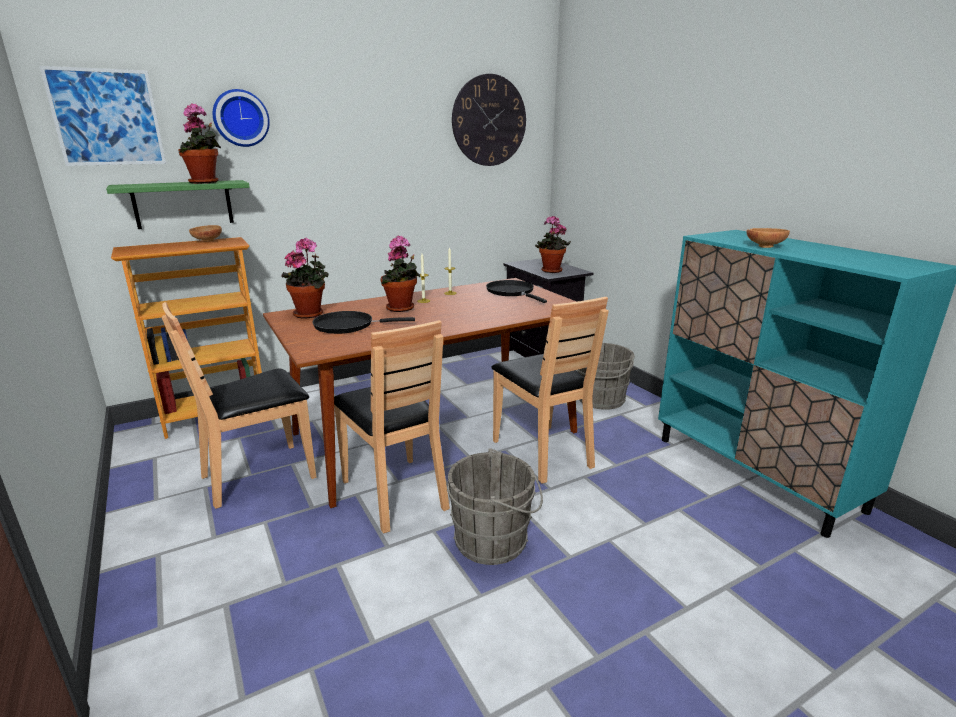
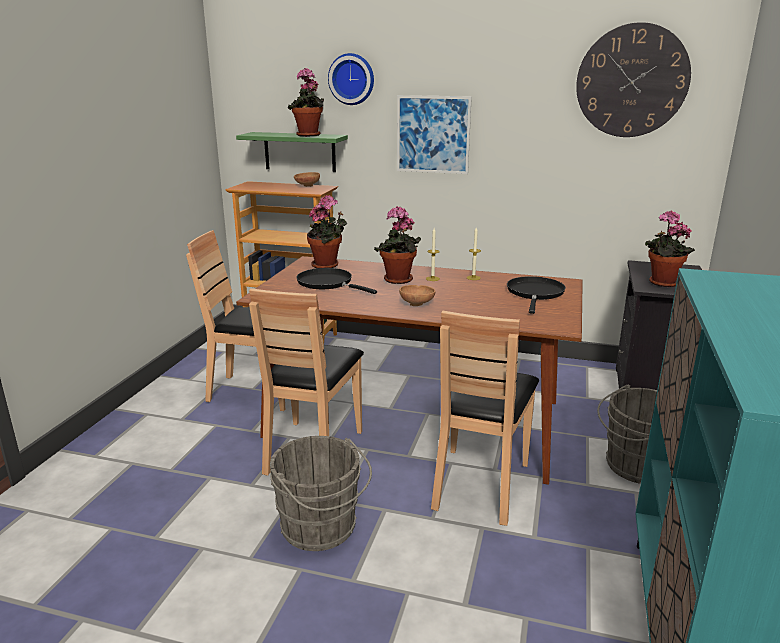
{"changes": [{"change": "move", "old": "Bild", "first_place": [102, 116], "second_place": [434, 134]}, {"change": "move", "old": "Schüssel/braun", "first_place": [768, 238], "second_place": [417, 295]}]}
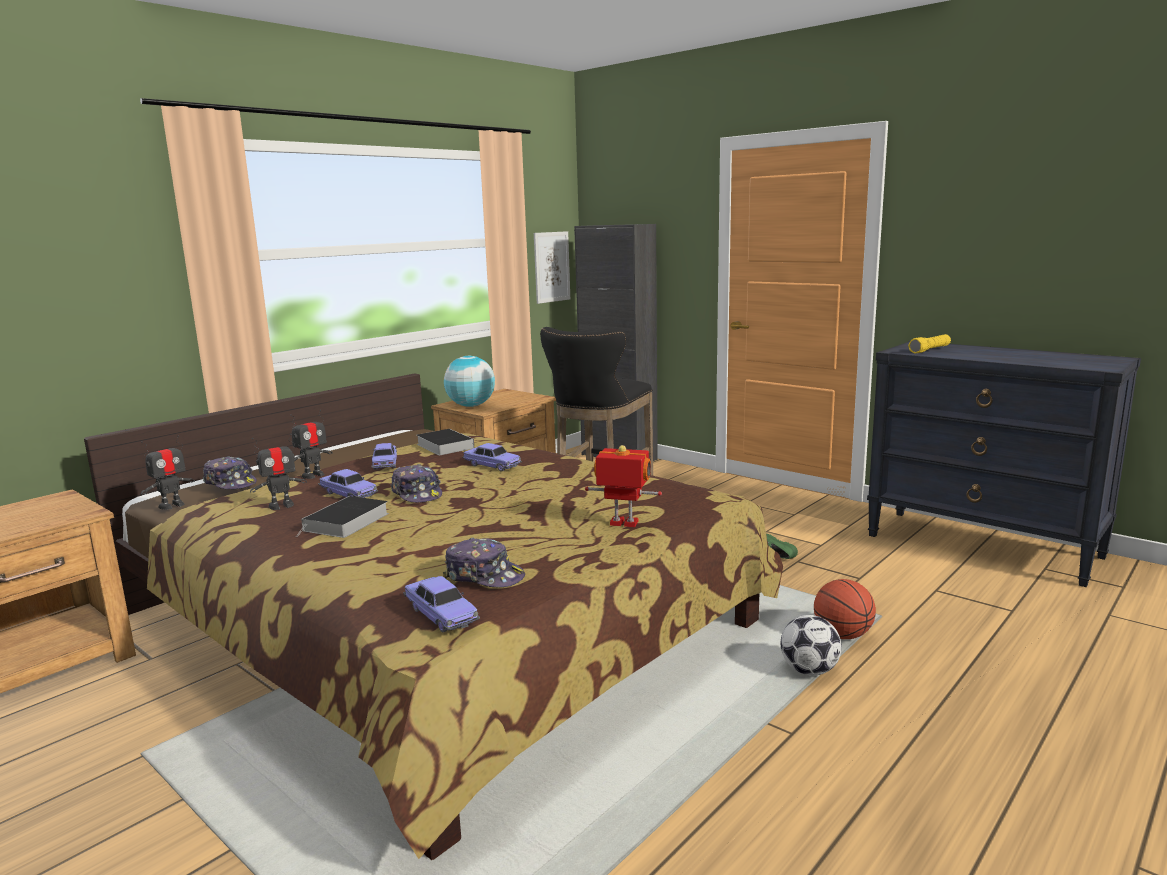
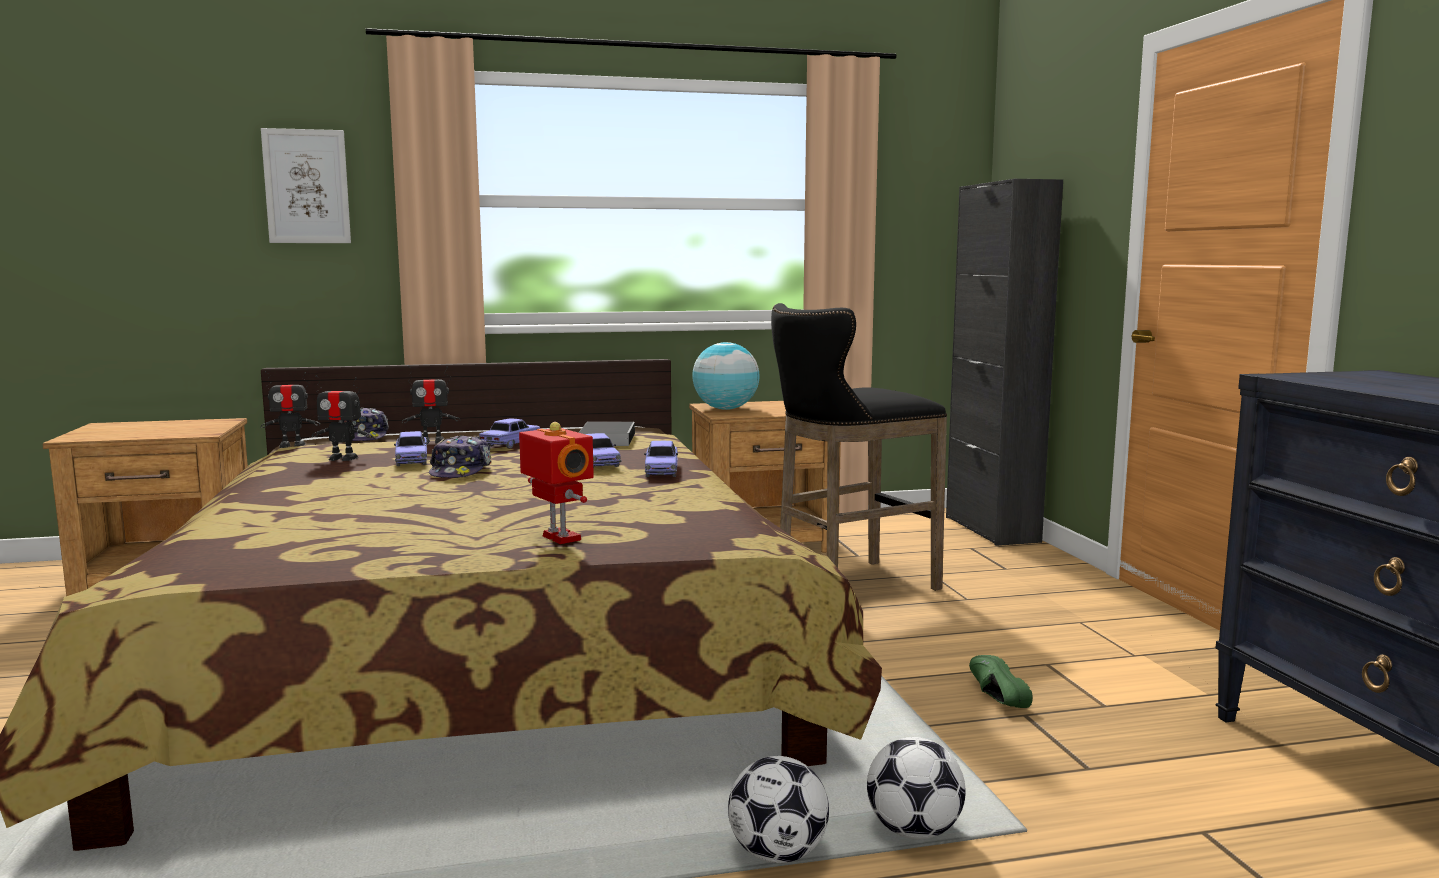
{"changes": [{"change": "move", "old": "Bild", "first_place": [552, 267], "second_place": [306, 185]}, {"change": "move", "old": "Spielzeugauto", "first_place": [441, 604], "second_place": [661, 459]}, {"change": "replace", "old": "Basketball", "new": "Fußball", "first_place": [845, 609], "second_place": [916, 788]}, {"change": "delete", "old": "Buch", "first_place": [342, 517]}, {"change": "delete", "old": "Kappe", "first_place": [484, 562]}, {"change": "delete", "old": "Taschenlampe/gelb", "first_place": [929, 344]}]}
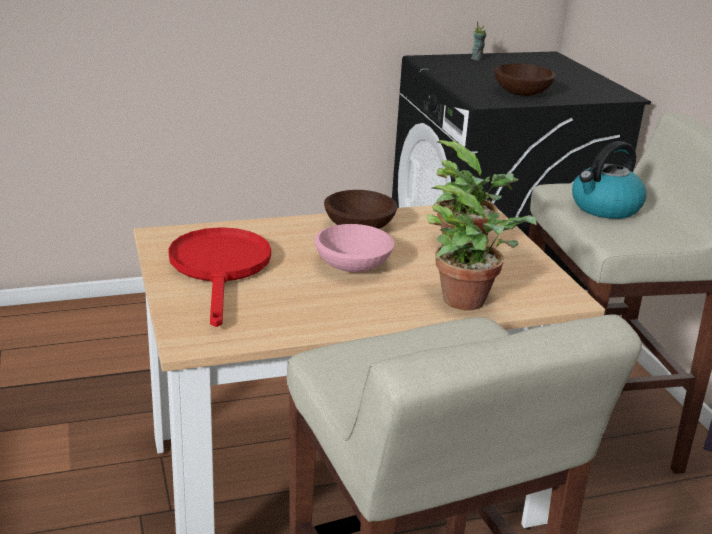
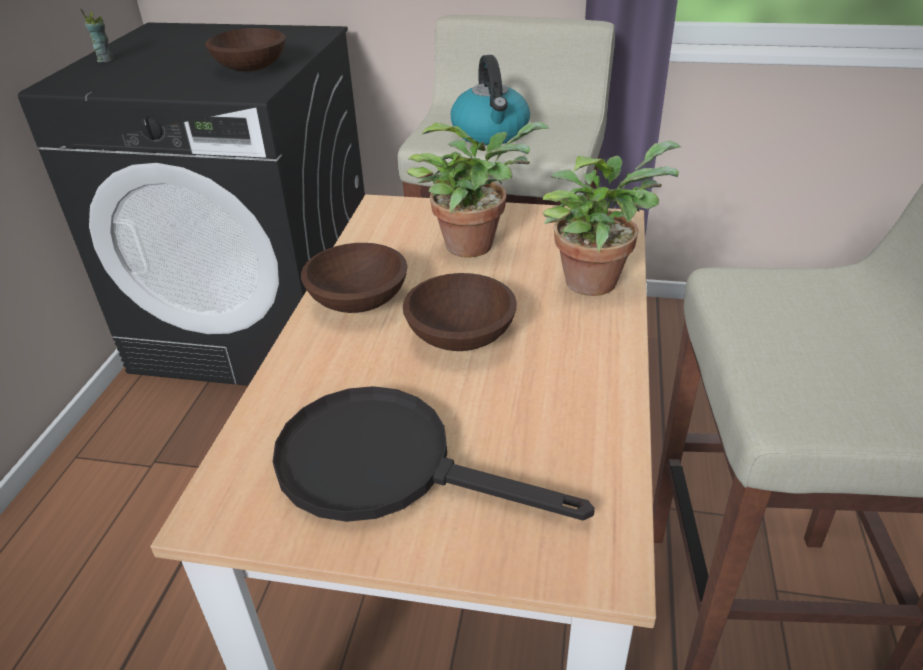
{"changes": [{"change": "recolor", "old": "Pfanne/rot", "new": "Pfanne/schwarz", "first_place": [219, 277], "second_place": [434, 454]}, {"change": "recolor", "old": "Schüssel/rosa", "new": "Schüssel/braun", "first_place": [355, 248], "second_place": [460, 312]}]}
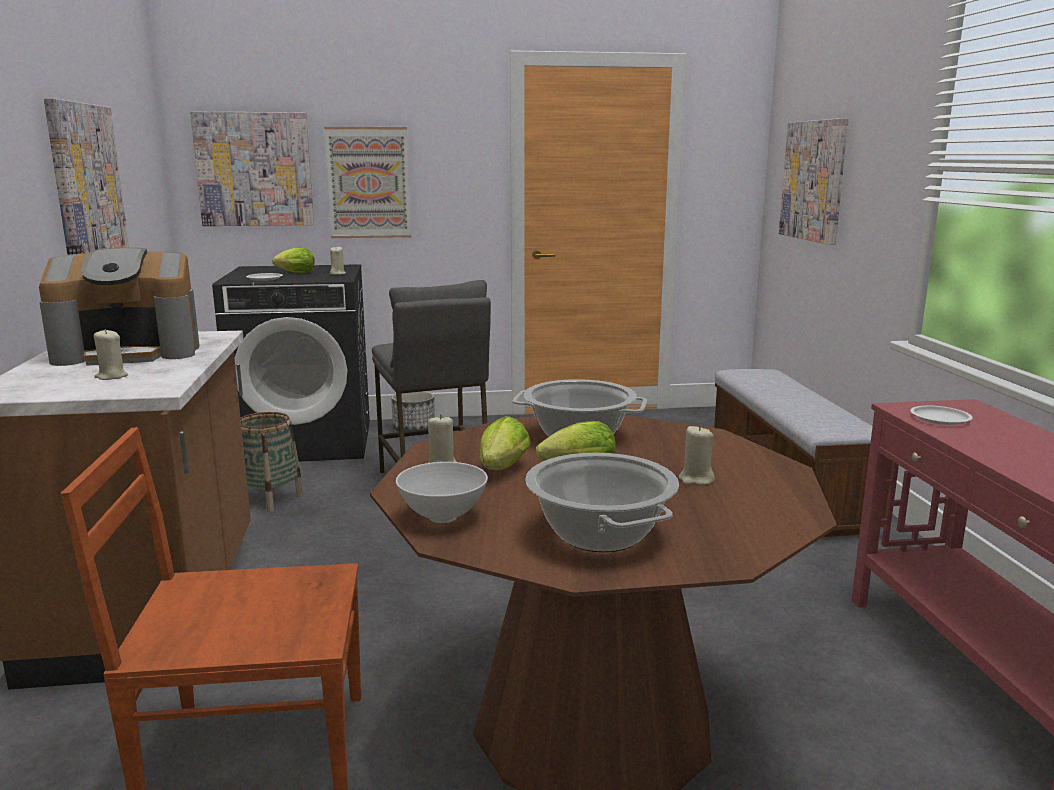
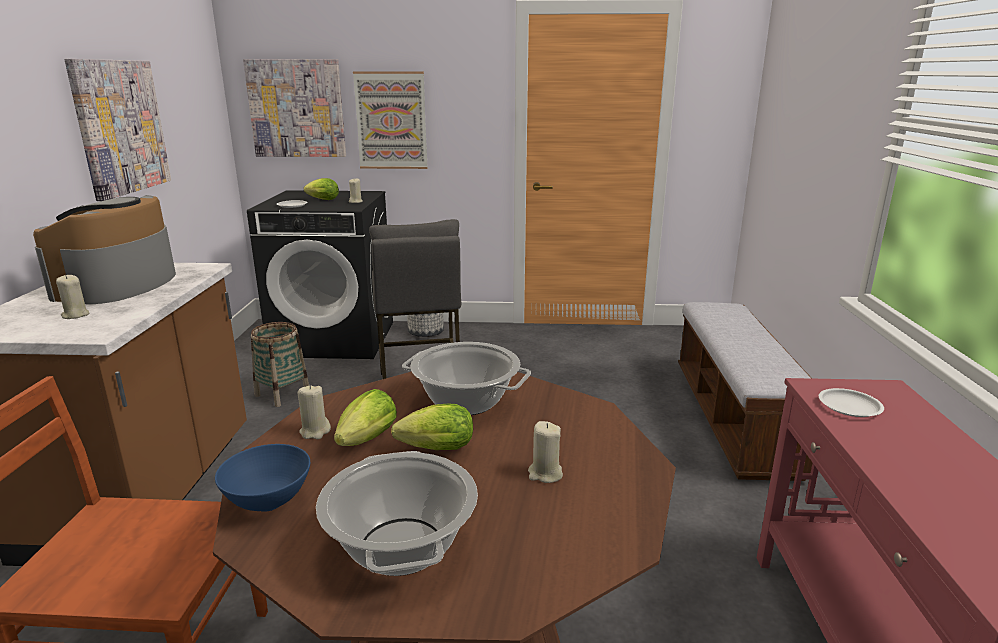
{"changes": [{"change": "rotate", "old": "Kaffeemaschine", "first_place": [119, 307], "second_place": [104, 249], "degrees": 105}, {"change": "recolor", "old": "Schüssel/weiß", "new": "Schüssel/blau", "first_place": [442, 492], "second_place": [262, 478]}, {"change": "delete", "old": "Bild", "first_place": [814, 181]}]}
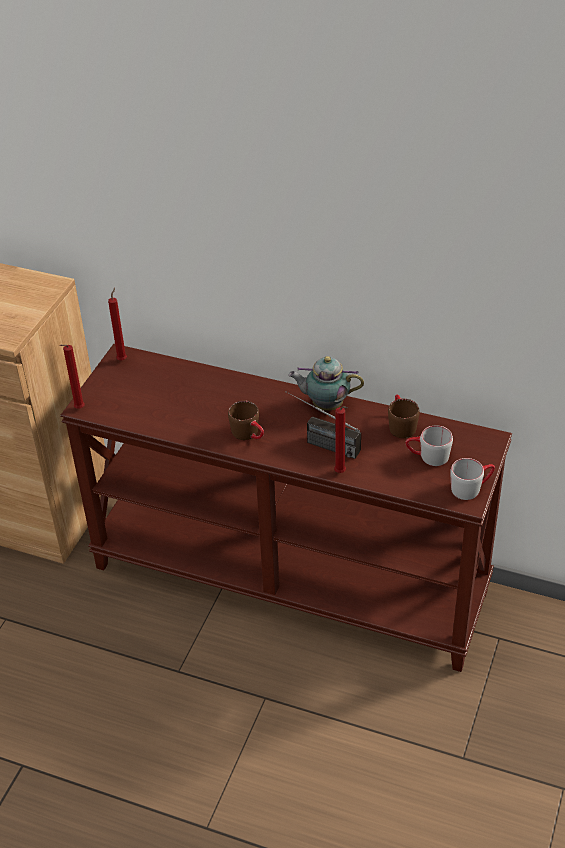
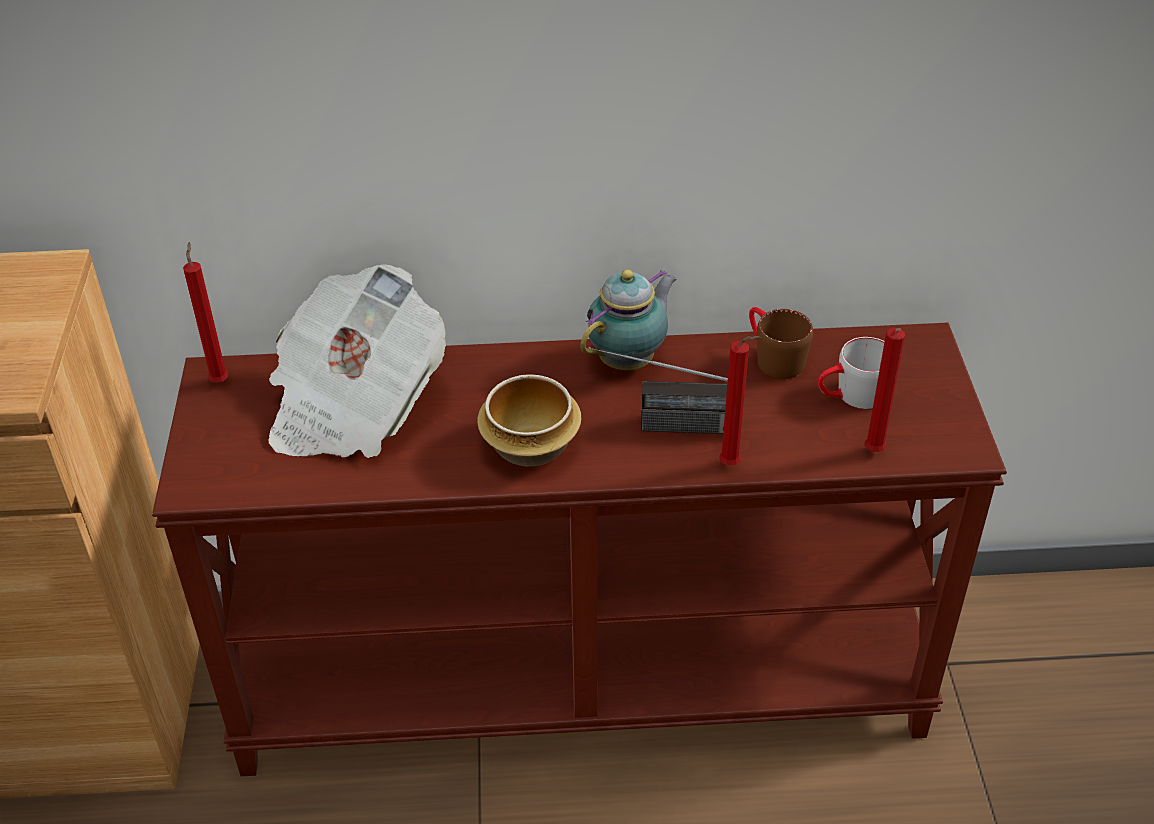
{"changes": [{"change": "insert", "new": "Zeitung", "second_place": [357, 361]}, {"change": "replace", "old": "Henkelbecher/braun", "new": "Schüssel", "first_place": [246, 420], "second_place": [529, 420]}, {"change": "rotate", "old": "Teekanne", "first_place": [326, 383], "second_place": [628, 319], "degrees": 150}, {"change": "move", "old": "Kerze/rot", "first_place": [72, 377], "second_place": [885, 390]}, {"change": "delete", "old": "Henkelbecher/grau", "first_place": [472, 479]}]}
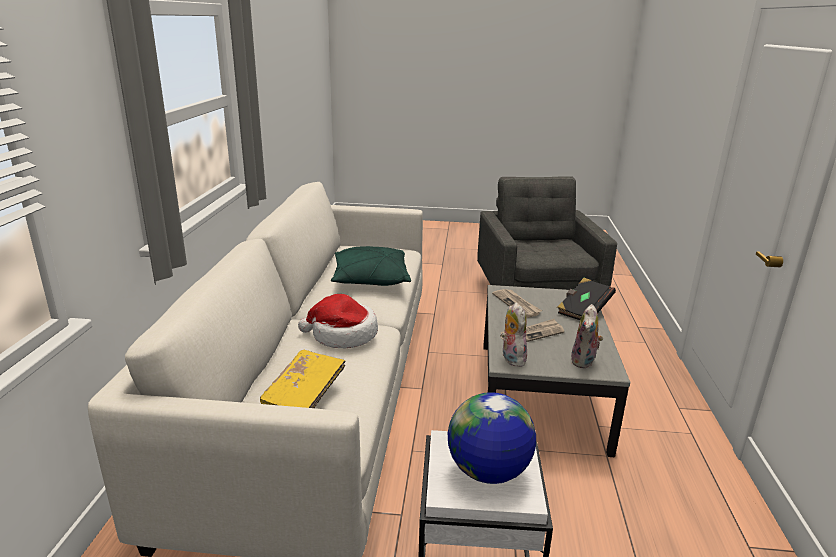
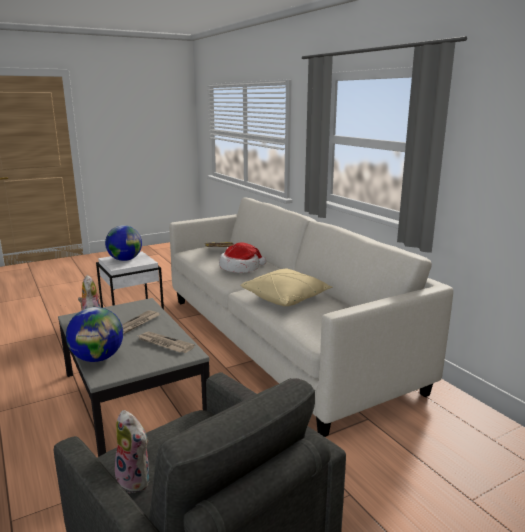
{"changes": [{"change": "replace", "old": "Buch/schwarz", "new": "Globus", "first_place": [586, 299], "second_place": [94, 334]}, {"change": "move", "old": "Plüschtier", "first_place": [514, 334], "second_place": [132, 452]}, {"change": "recolor", "old": "Kissen/grün", "new": "Kissen/beige", "first_place": [371, 266], "second_place": [286, 287]}]}
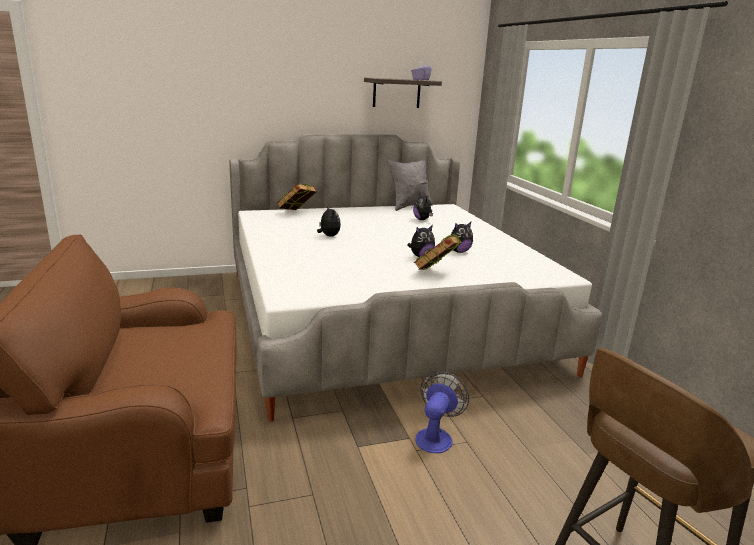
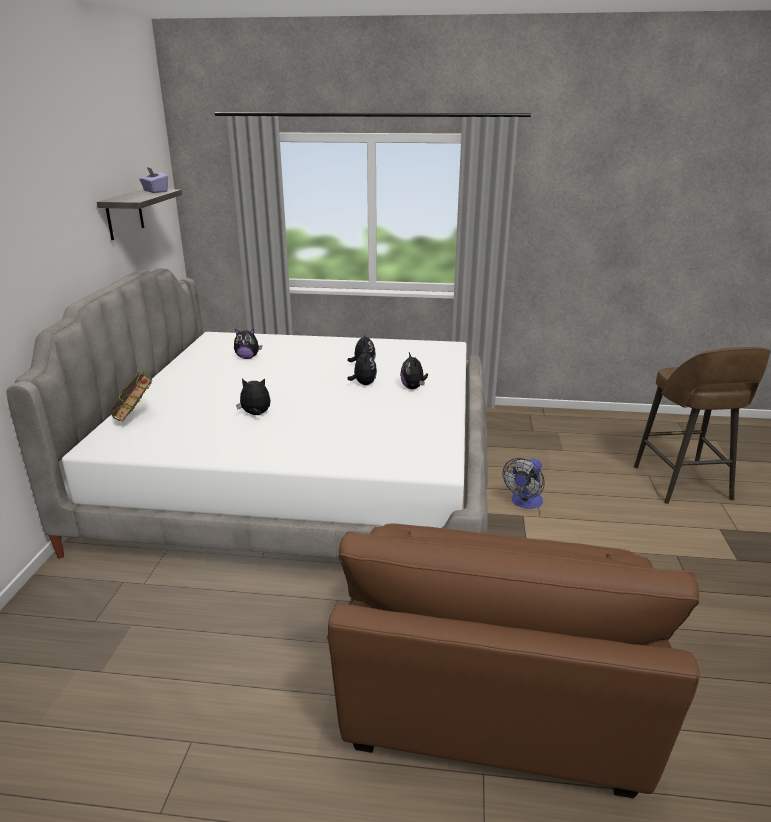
{"changes": [{"change": "replace", "old": "Buch", "new": "Plüschtier", "first_place": [438, 252], "second_place": [414, 371]}, {"change": "rotate", "old": "Ventilator", "first_place": [442, 412], "second_place": [524, 483], "degrees": -105}, {"change": "delete", "old": "Kissen/grau", "first_place": [410, 185]}]}
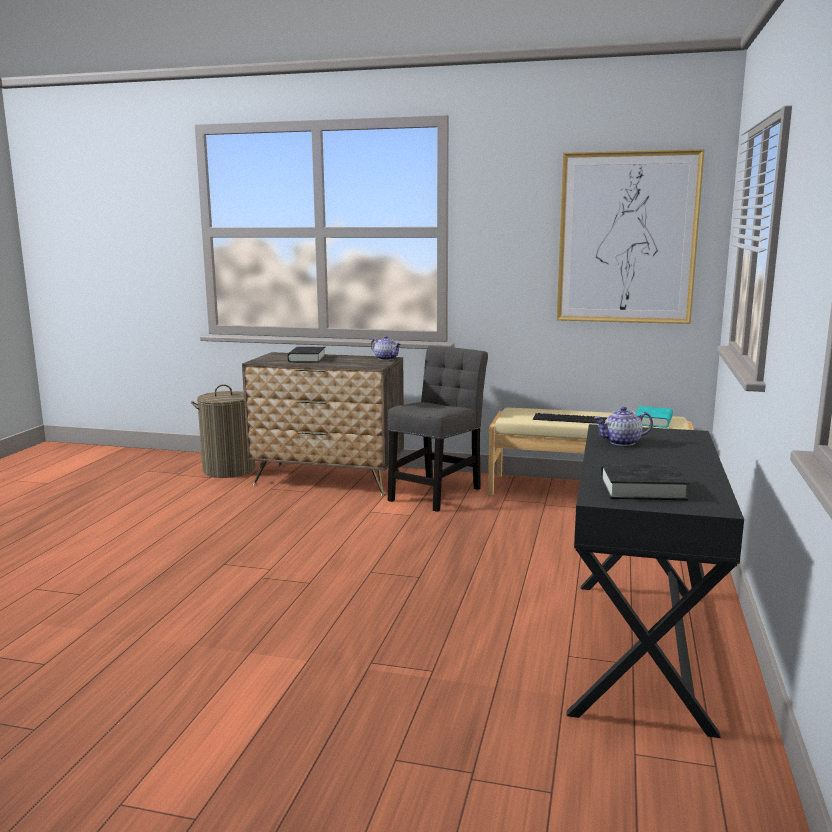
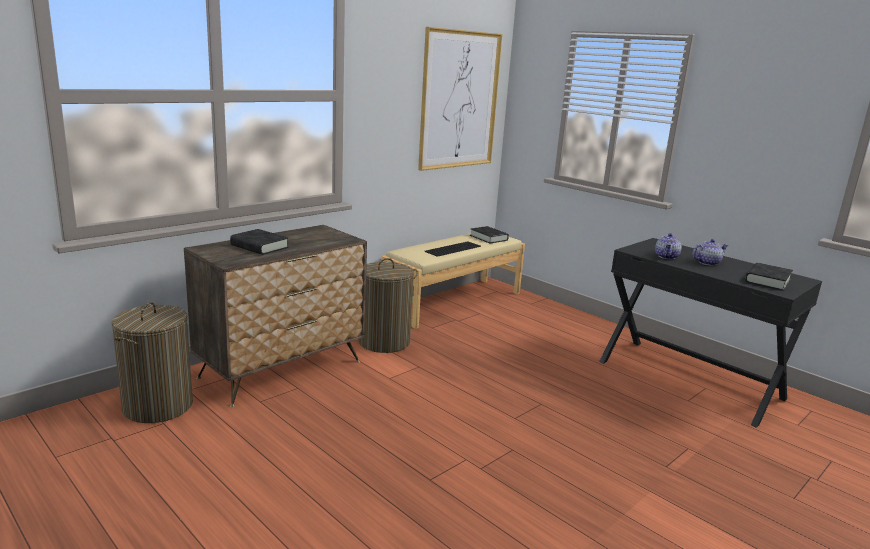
{"changes": [{"change": "replace", "old": "Stuhl/grau", "new": "Wäschekorb", "first_place": [438, 429], "second_place": [388, 305]}, {"change": "recolor", "old": "Buch/türkis", "new": "Buch/schwarz", "first_place": [654, 417], "second_place": [489, 234]}, {"change": "move", "old": "Teekanne", "first_place": [386, 348], "second_place": [710, 252]}]}
